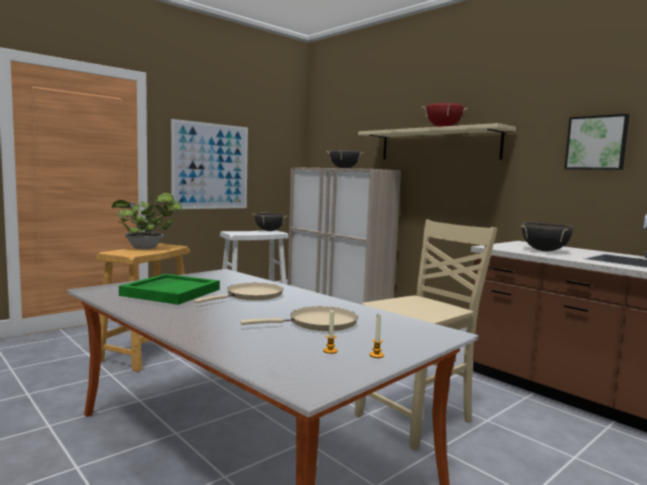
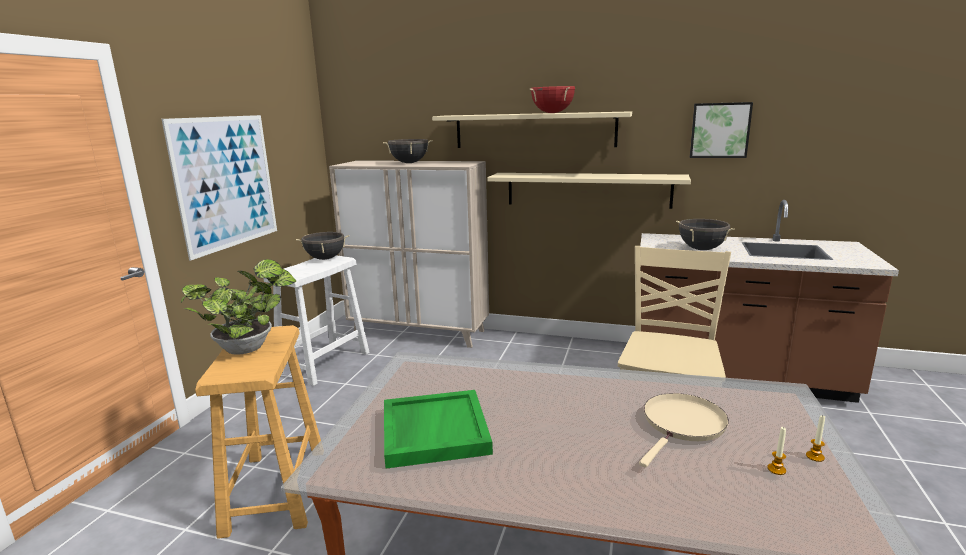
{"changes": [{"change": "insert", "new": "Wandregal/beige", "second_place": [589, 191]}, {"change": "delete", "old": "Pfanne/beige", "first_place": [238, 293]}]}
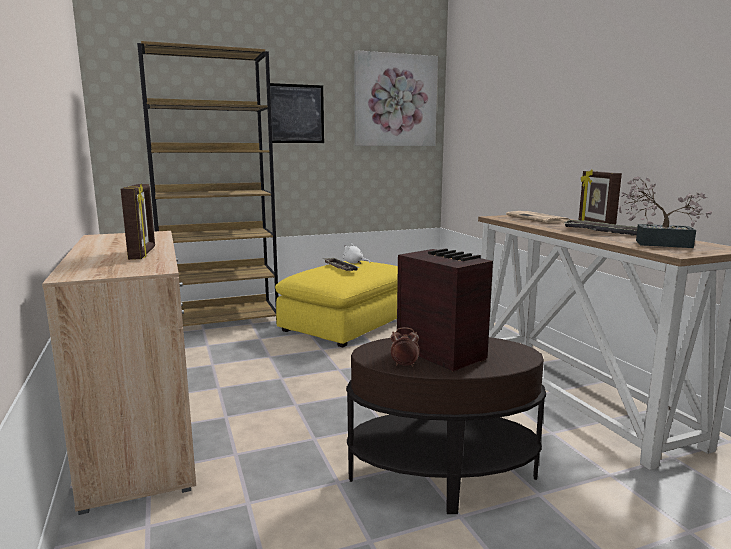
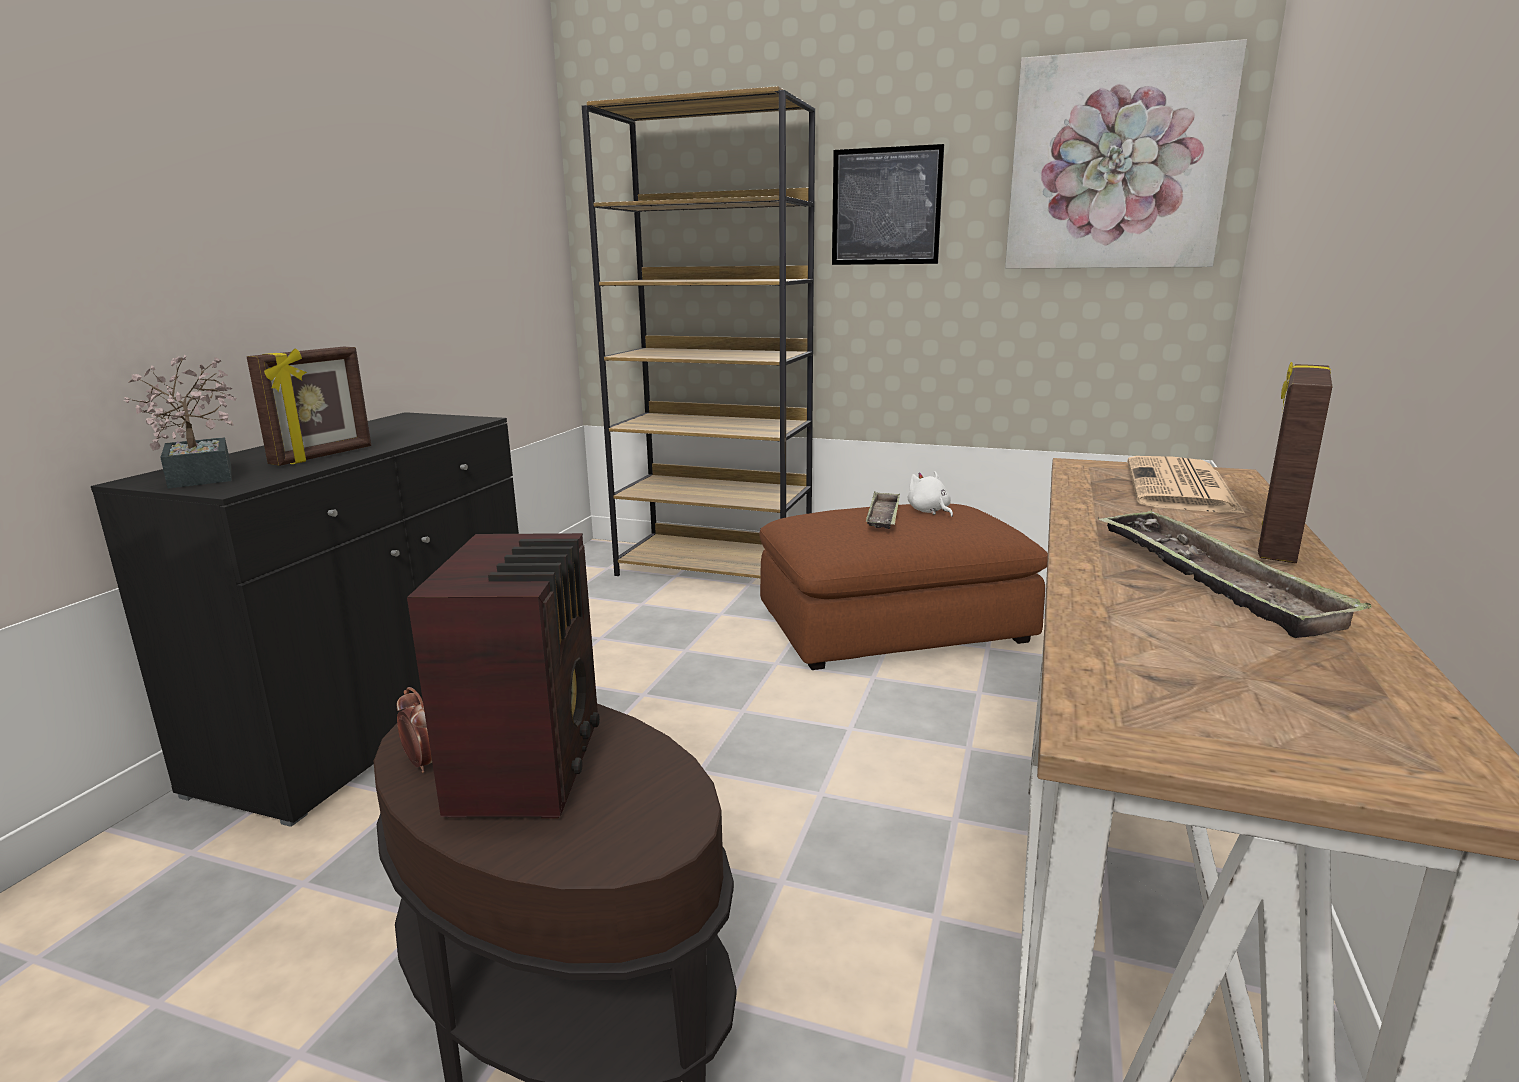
{"changes": [{"change": "recolor", "old": "Schrank/beige", "new": "Schrank/schwarz", "first_place": [119, 373], "second_place": [305, 619]}, {"change": "move", "old": "Topfpflanze", "first_place": [665, 212], "second_place": [179, 421]}, {"change": "recolor", "old": "Polsterhocker/gelb", "new": "Polsterhocker/braun", "first_place": [336, 304], "second_place": [903, 587]}]}
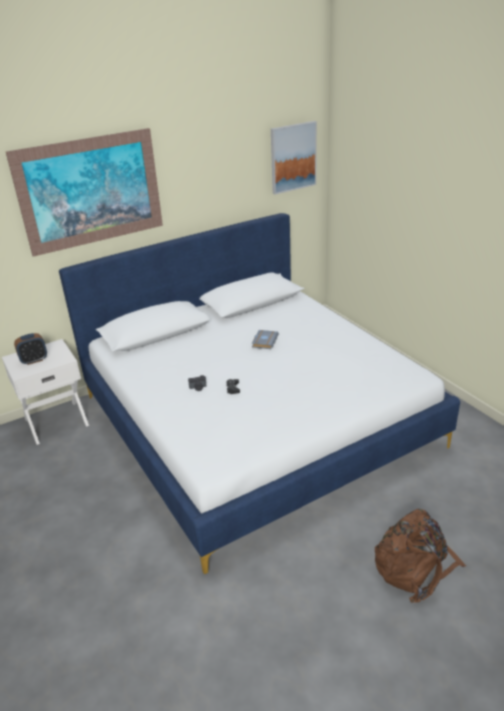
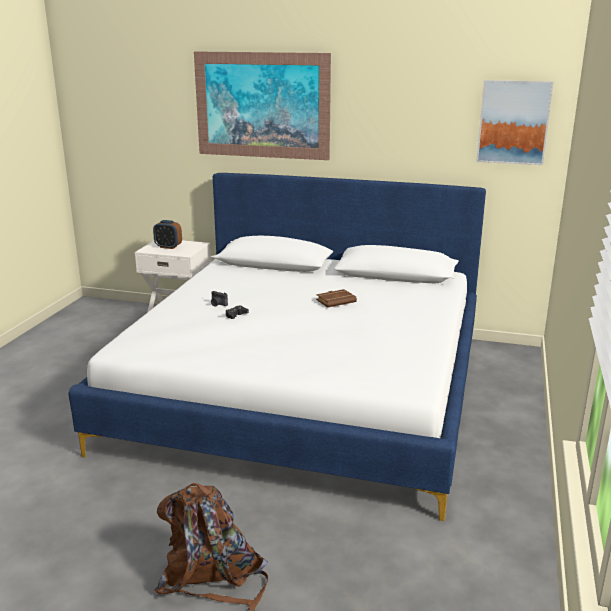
{"changes": [{"change": "recolor", "old": "Buch/grau", "new": "Buch/braun", "first_place": [265, 339], "second_place": [336, 298]}]}
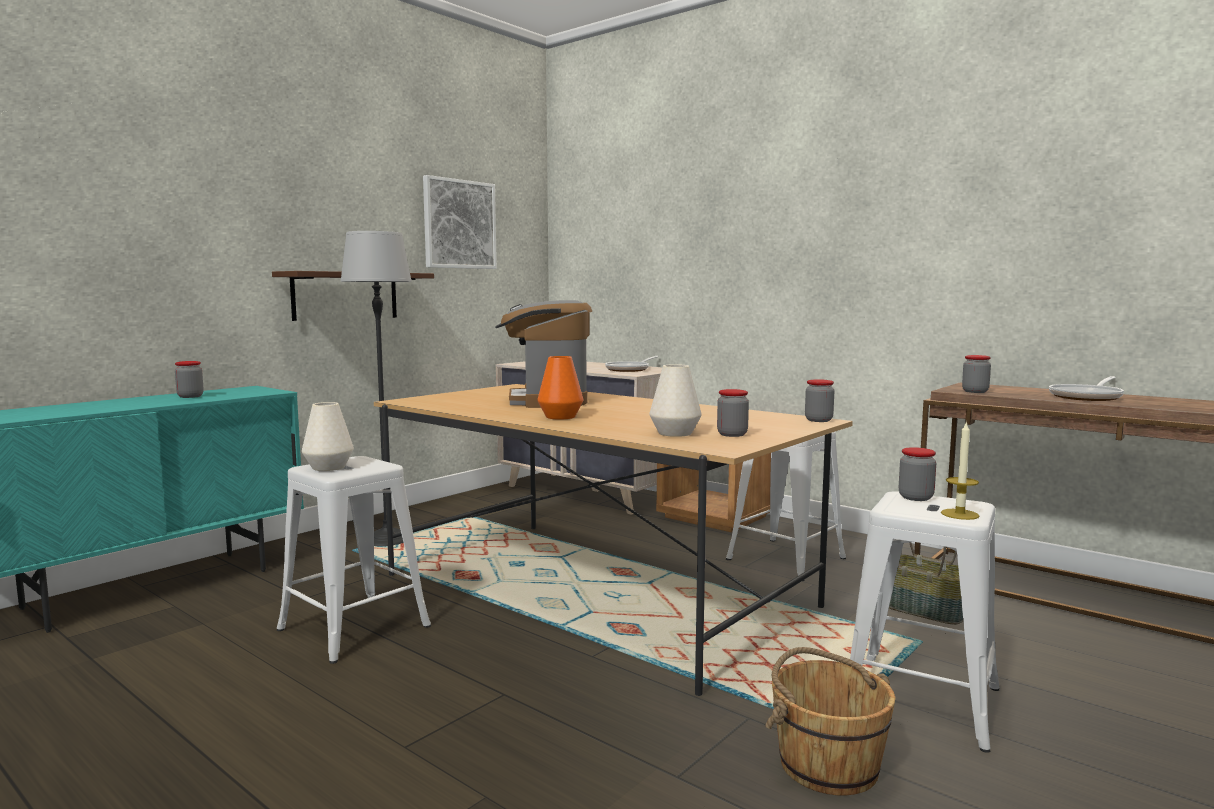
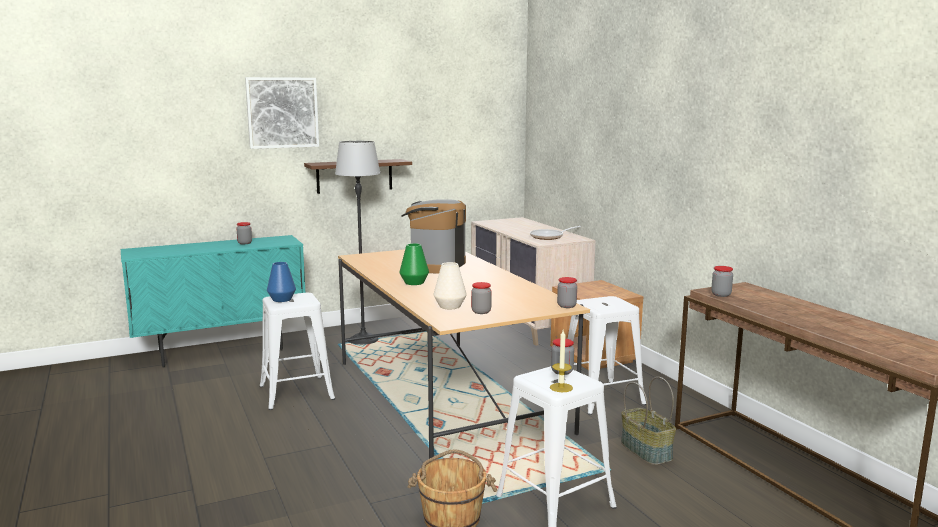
{"changes": [{"change": "move", "old": "Bild", "first_place": [460, 222], "second_place": [282, 113]}, {"change": "recolor", "old": "Vase/weiß", "new": "Vase/blau", "first_place": [328, 436], "second_place": [281, 282]}, {"change": "recolor", "old": "Vase/orange", "new": "Vase/grün", "first_place": [560, 387], "second_place": [414, 264]}, {"change": "delete", "old": "Pfanne", "first_place": [1086, 388]}]}
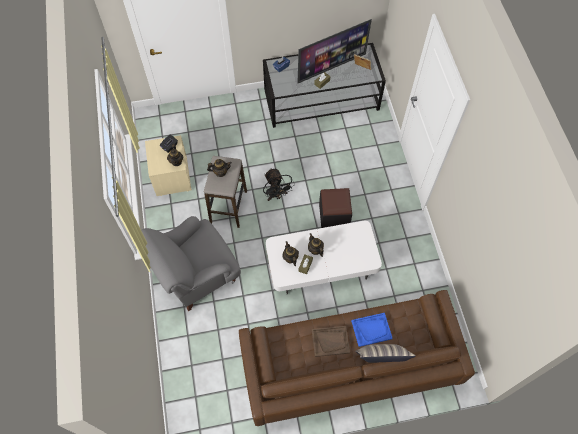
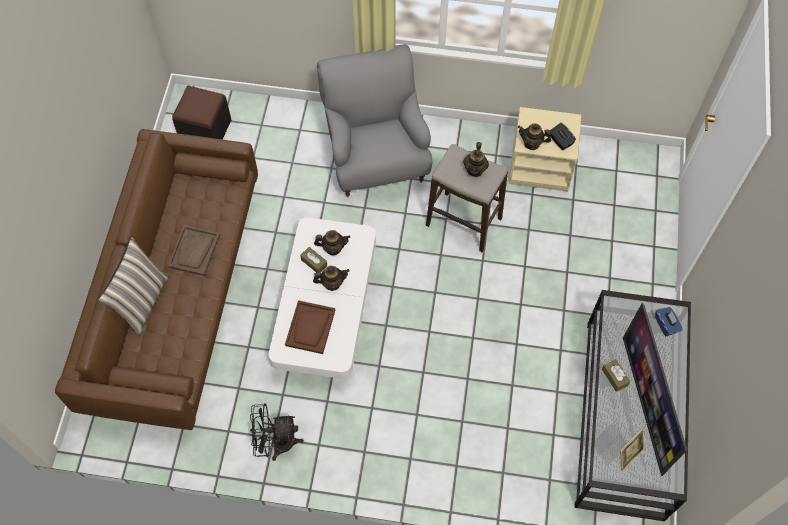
{"changes": [{"change": "move", "old": "Polsterhocker/schwarz", "first_place": [335, 208], "second_place": [201, 113]}, {"change": "move", "old": "Ventilator/schwarz", "first_place": [279, 184], "second_place": [277, 432]}, {"change": "insert", "new": "Tablett/braun", "second_place": [310, 327]}, {"change": "delete", "old": "Tablett/blau", "first_place": [372, 330]}]}
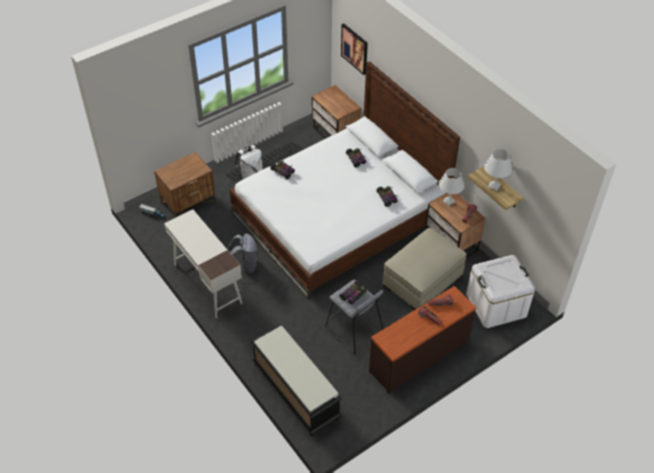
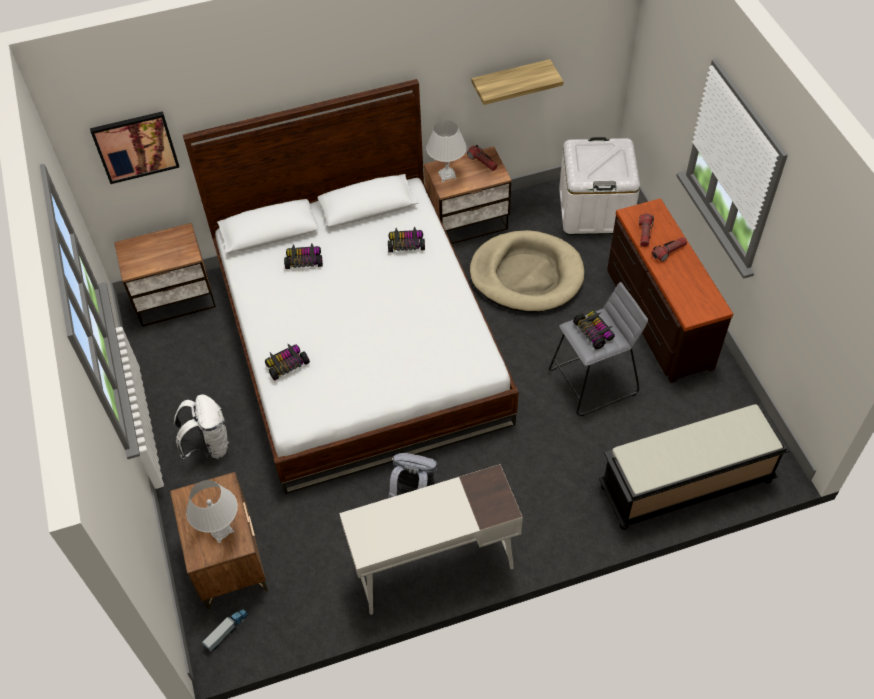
{"changes": [{"change": "move", "old": "Tischlampe/weiß", "first_place": [498, 170], "second_place": [212, 511]}, {"change": "replace", "old": "Polsterhocker/beige", "new": "Hundebett/beige", "first_place": [424, 269], "second_place": [527, 271]}]}
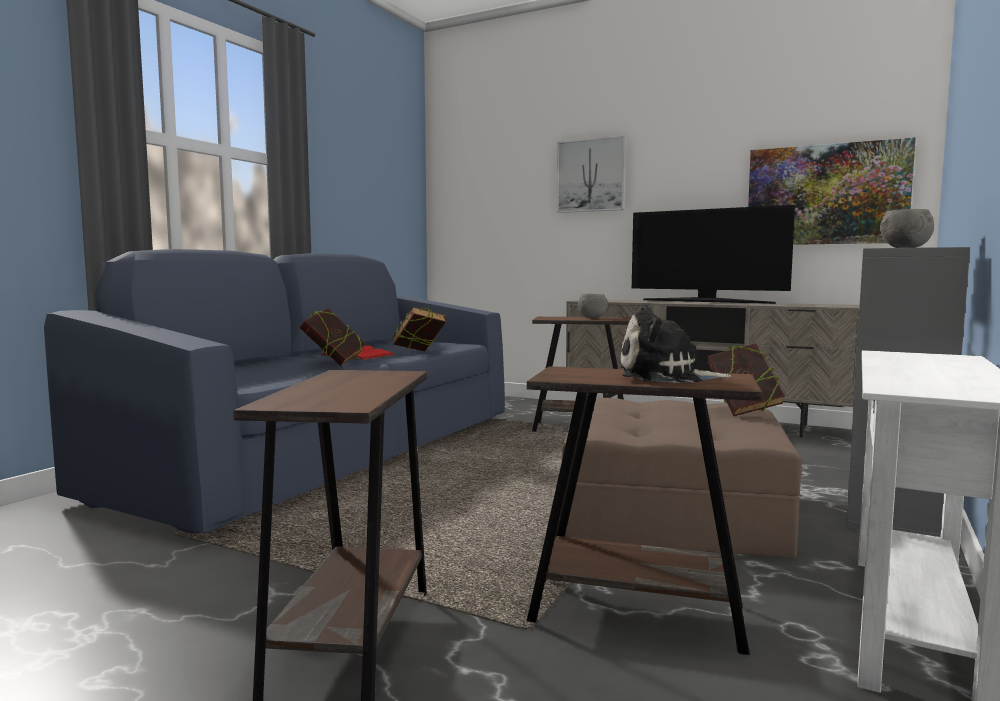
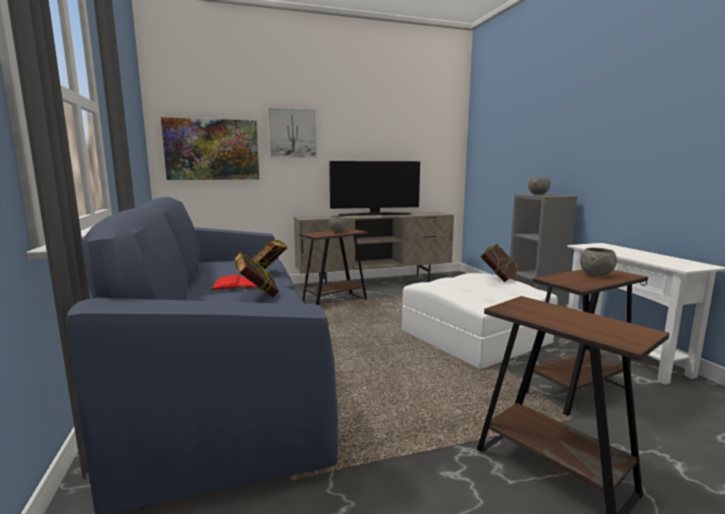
{"changes": [{"change": "move", "old": "Bild", "first_place": [832, 191], "second_place": [210, 148]}, {"change": "recolor", "old": "Polsterhocker/braun", "new": "Polsterhocker/weiß", "first_place": [681, 478], "second_place": [480, 321]}, {"change": "replace", "old": "Plüschtier", "new": "Schüssel/grau", "first_place": [676, 343], "second_place": [598, 262]}]}
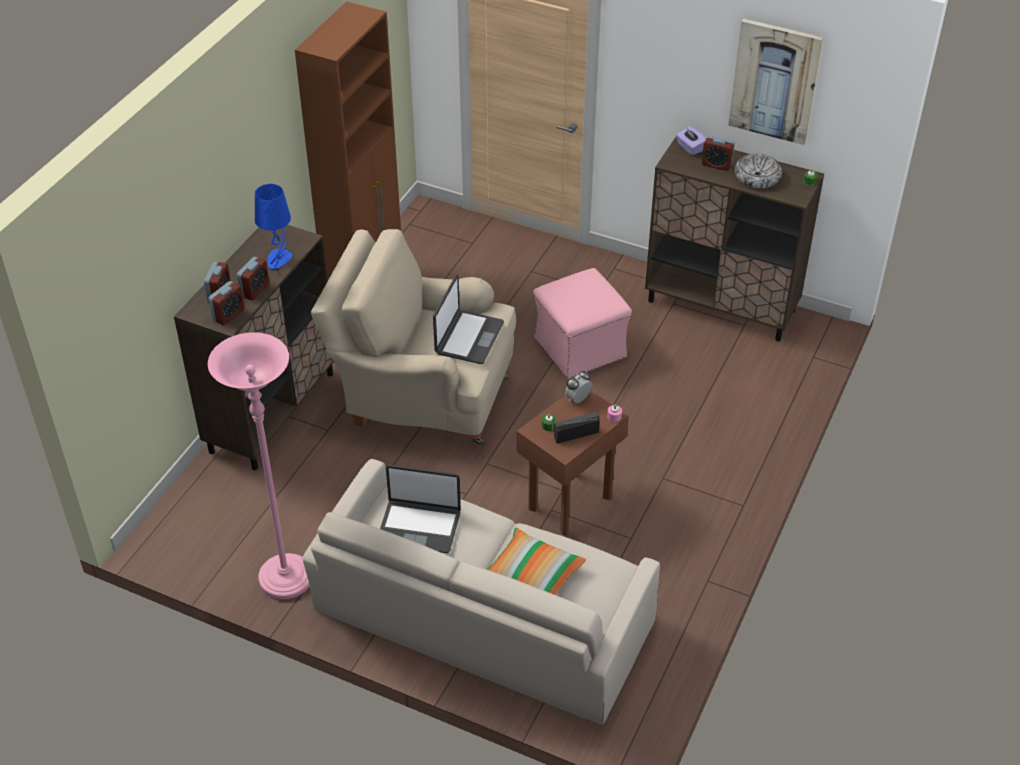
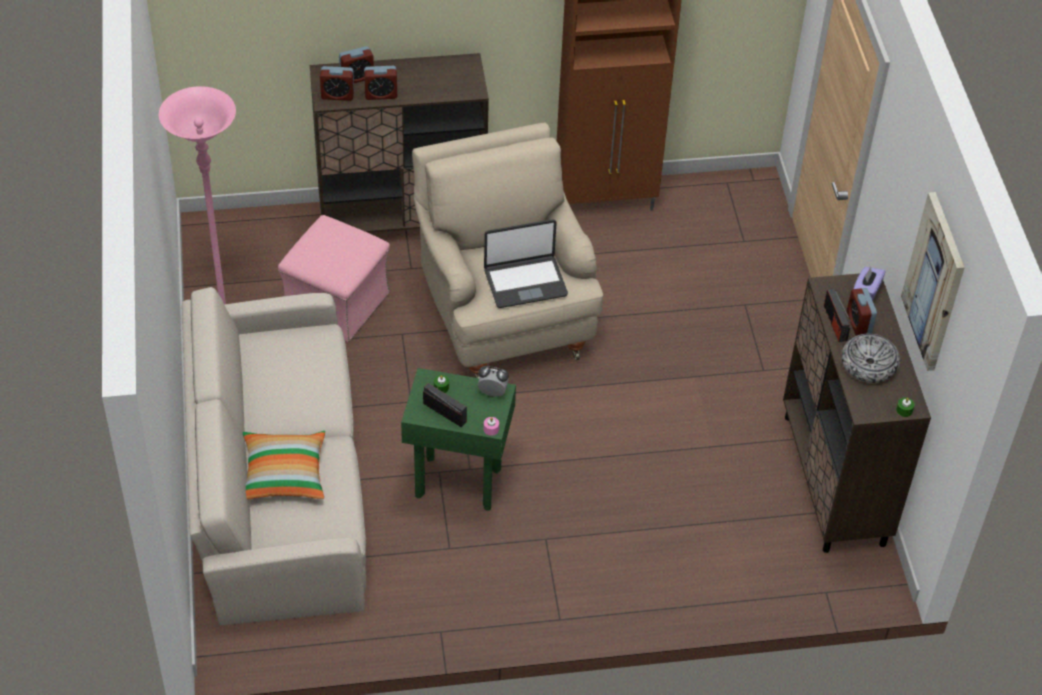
{"changes": [{"change": "move", "old": "Polsterhocker/rosa", "first_place": [582, 323], "second_place": [334, 278]}, {"change": "recolor", "old": "Beistelltisch/braun", "new": "Beistelltisch/grün", "first_place": [572, 463], "second_place": [458, 439]}, {"change": "insert", "new": "Radio", "second_place": [837, 315]}, {"change": "delete", "old": "Tischlampe/blau", "first_place": [273, 226]}, {"change": "delete", "old": "Laptop", "first_place": [420, 509]}]}
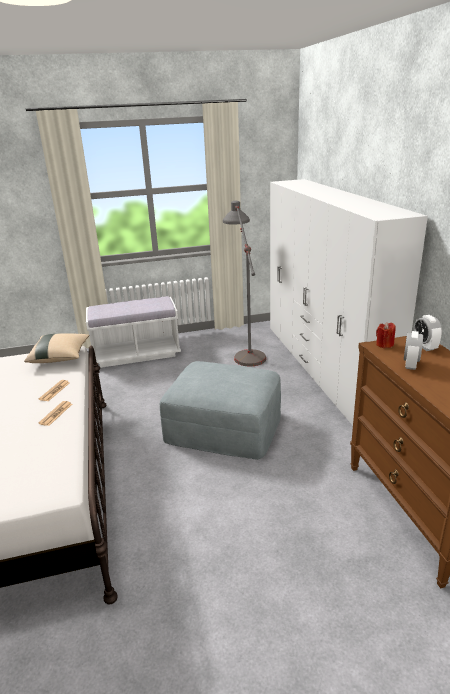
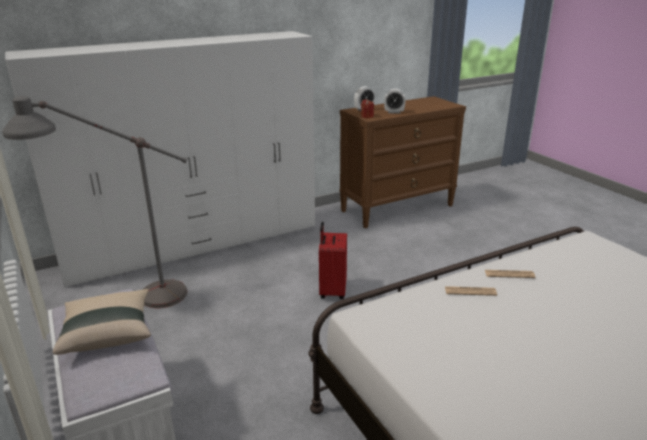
{"changes": [{"change": "move", "old": "Kissen/beige", "first_place": [57, 348], "second_place": [102, 322]}, {"change": "replace", "old": "Polsterhocker/grau", "new": "Koffer/rot", "first_place": [220, 410], "second_place": [333, 260]}]}
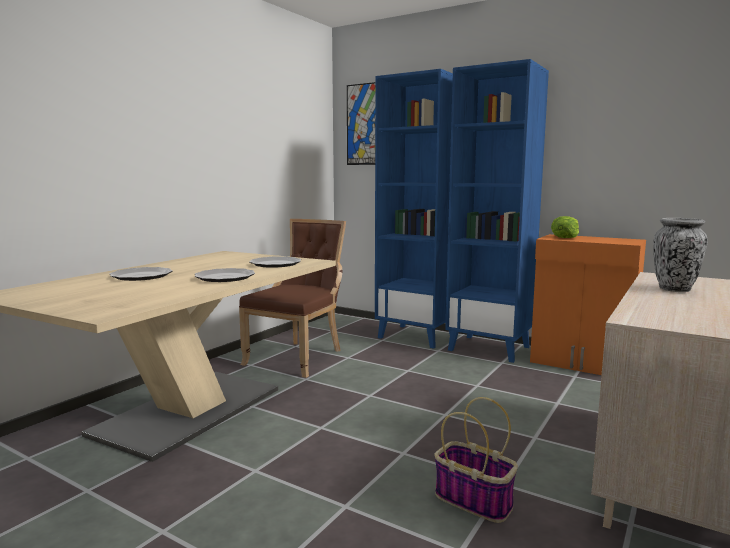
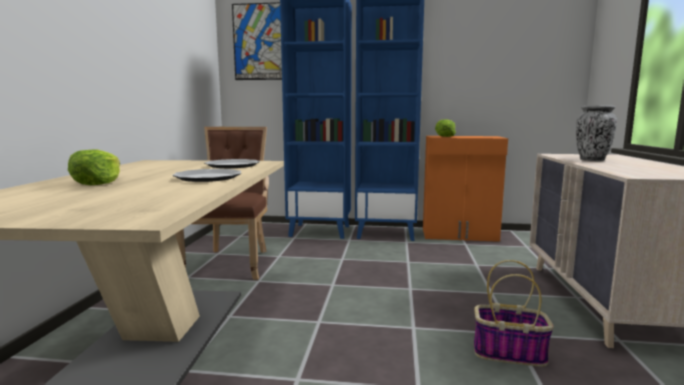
{"changes": [{"change": "replace", "old": "Teller", "new": "Salatkopf", "first_place": [141, 274], "second_place": [94, 167]}]}
